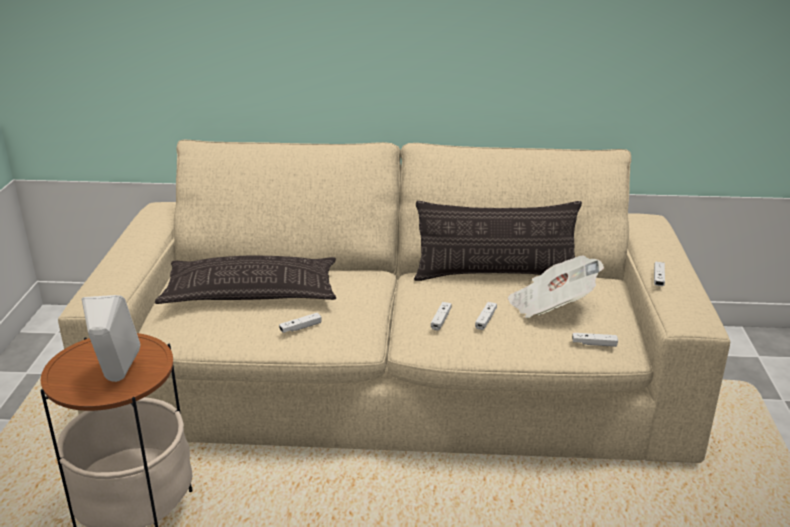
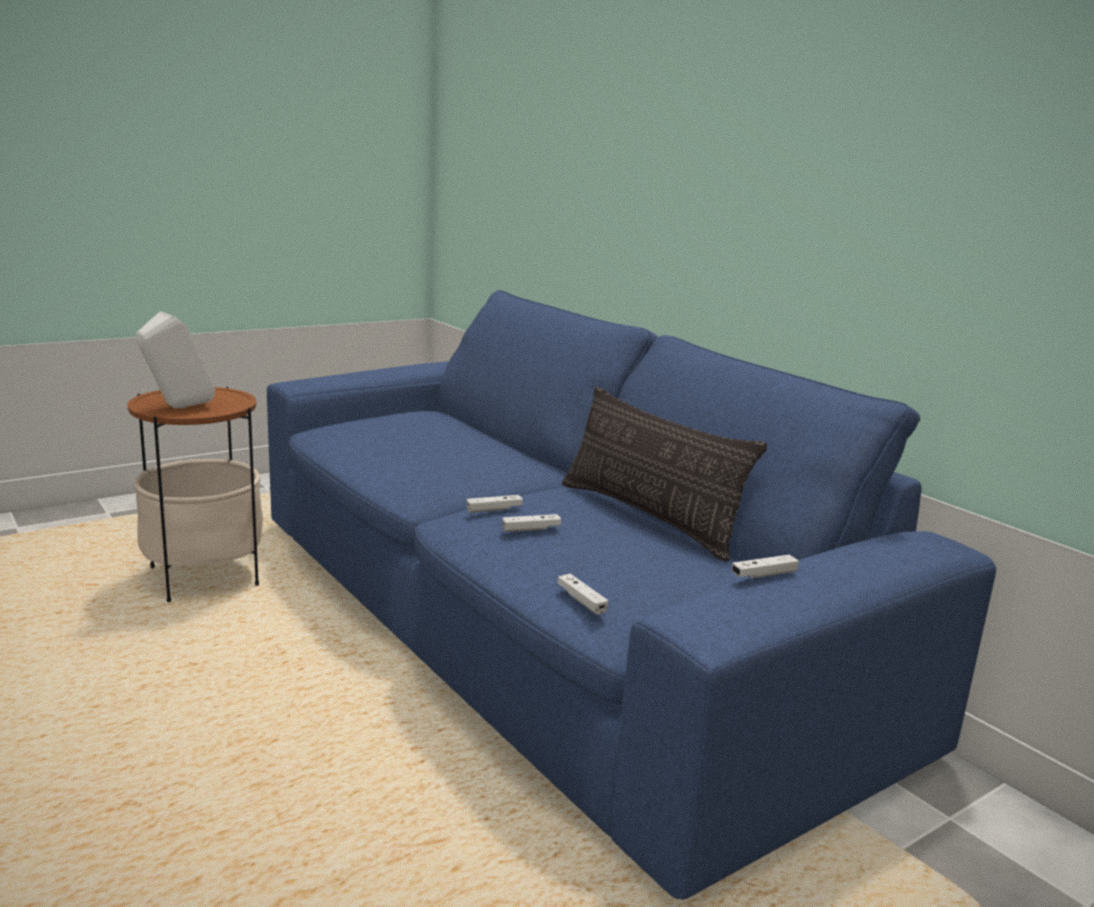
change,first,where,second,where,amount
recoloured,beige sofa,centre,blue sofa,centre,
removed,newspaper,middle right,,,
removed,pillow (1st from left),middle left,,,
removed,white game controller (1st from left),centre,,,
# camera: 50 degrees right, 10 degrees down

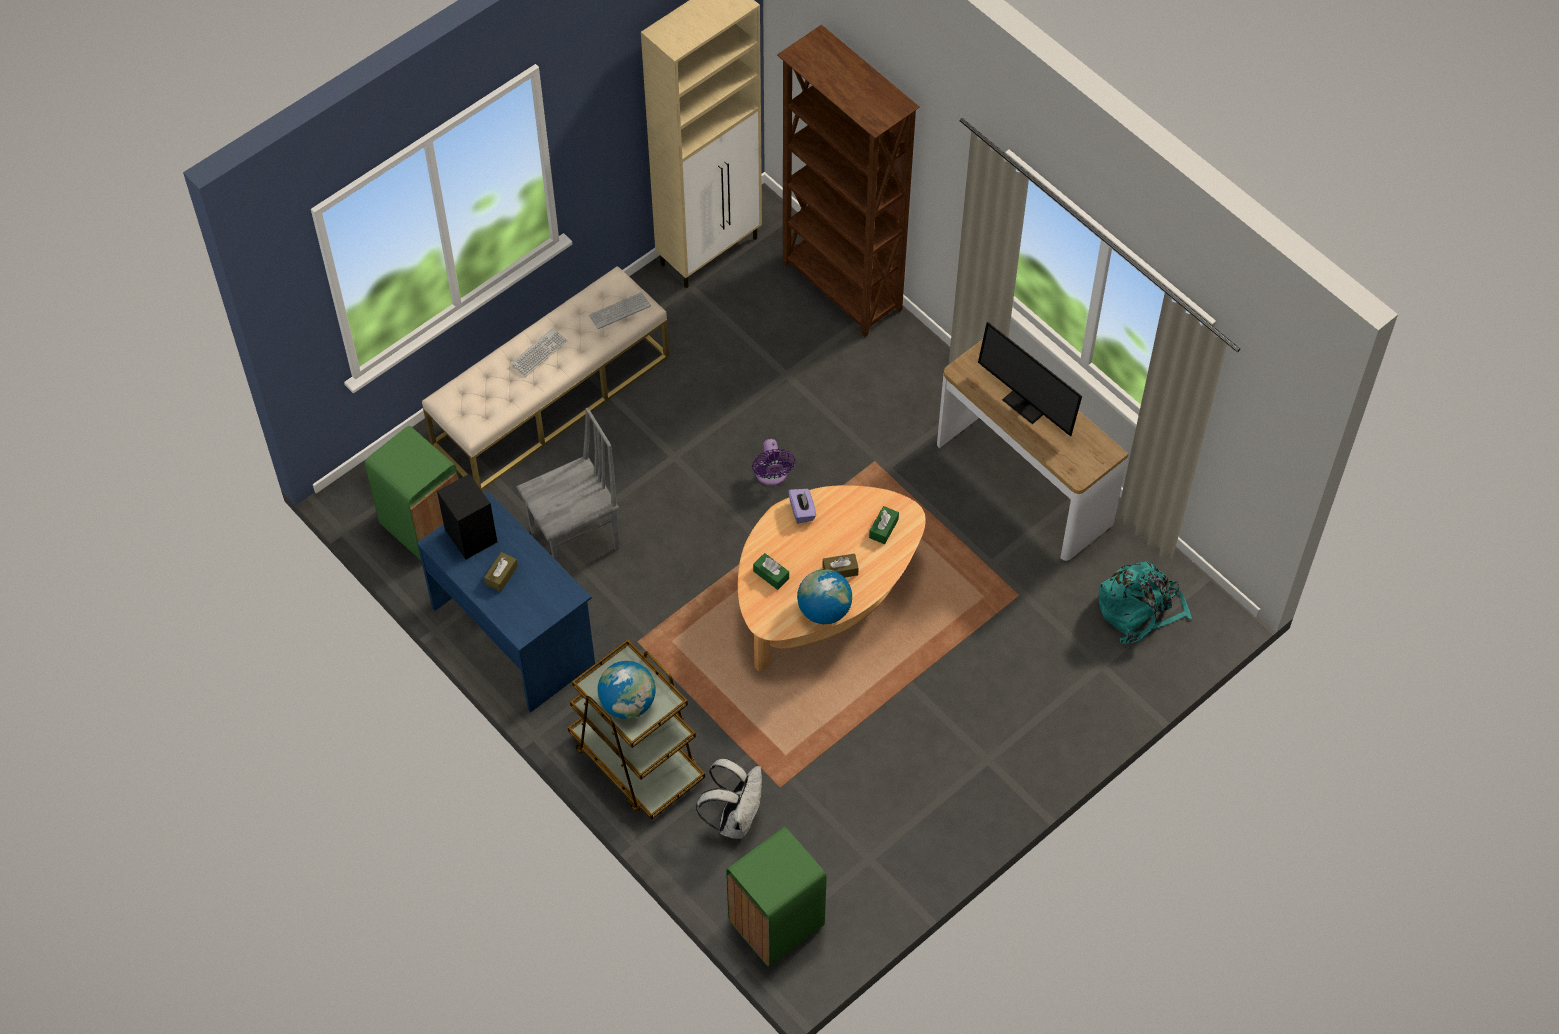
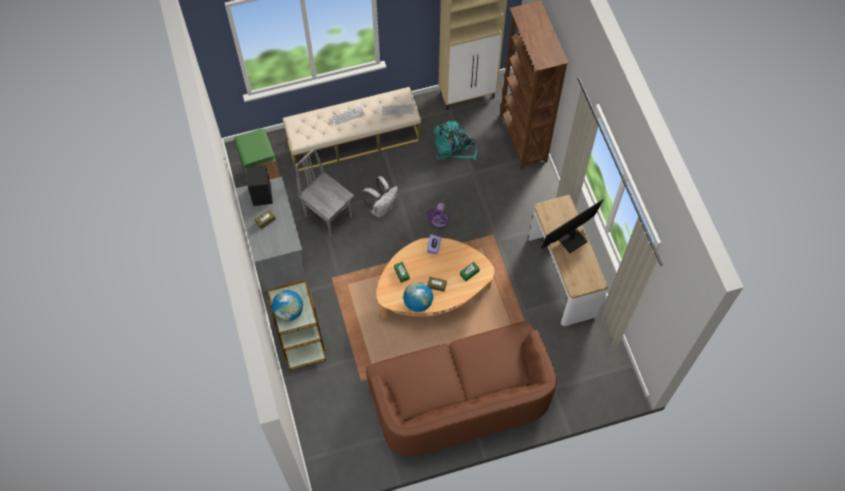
change,first,where,second,where,amount
turned,monitor,centre,,middle right,75 degrees clockwise
turned,grey chair,centre,,centre,135 degrees counterclockwise
recoloured,blue desk,middle left,grey desk,middle left,
moved,turquoise backpack,middle right,,top centre,
moved,white backpack,bottom centre,,centre,
removed,green trash can (2nd from left),bottom centre,,,
added,,,brown sofa,bottom centre,
# camera: 25 degrees right, 5 degrees up

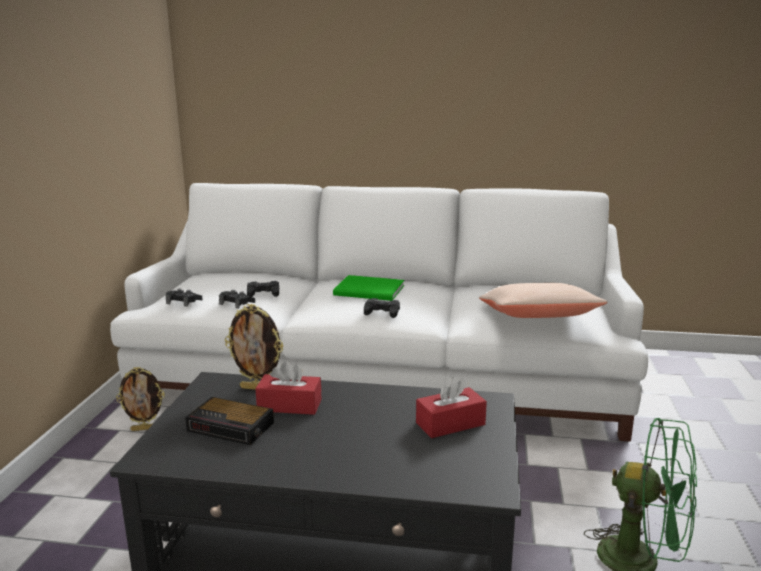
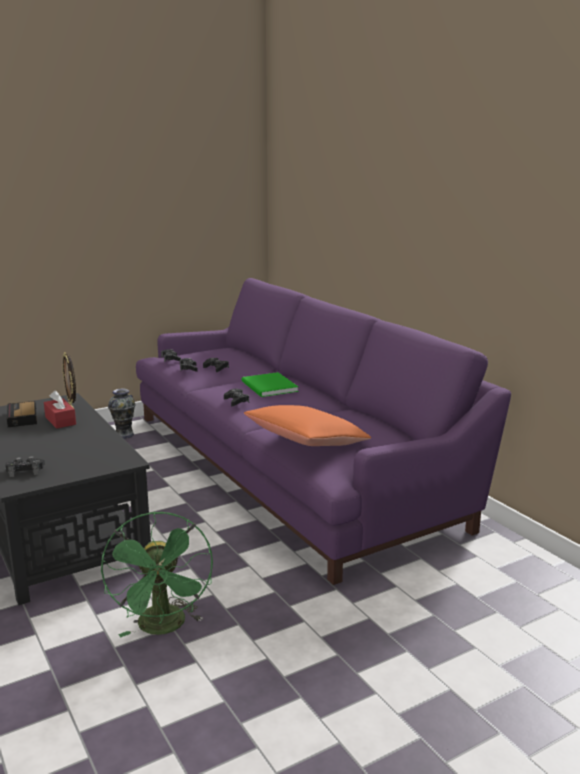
change,first,where,second,where,amount
recoloured,white sofa,centre,purple sofa,centre,
recoloured,beige pillow,middle right,orange pillow,centre,
replaced,picture frame (1st from left),bottom left,vase,middle left,
removed,red tissue box (2nd from left),bottom centre,,,
added,,,black game controller (1st from left),middle left,
# camera: 50 degrees right, 0 degrees up

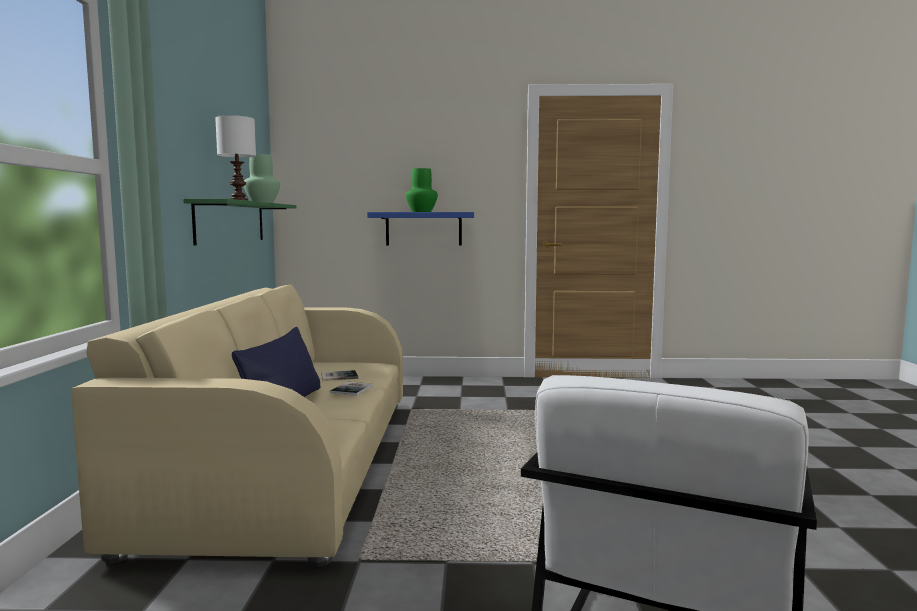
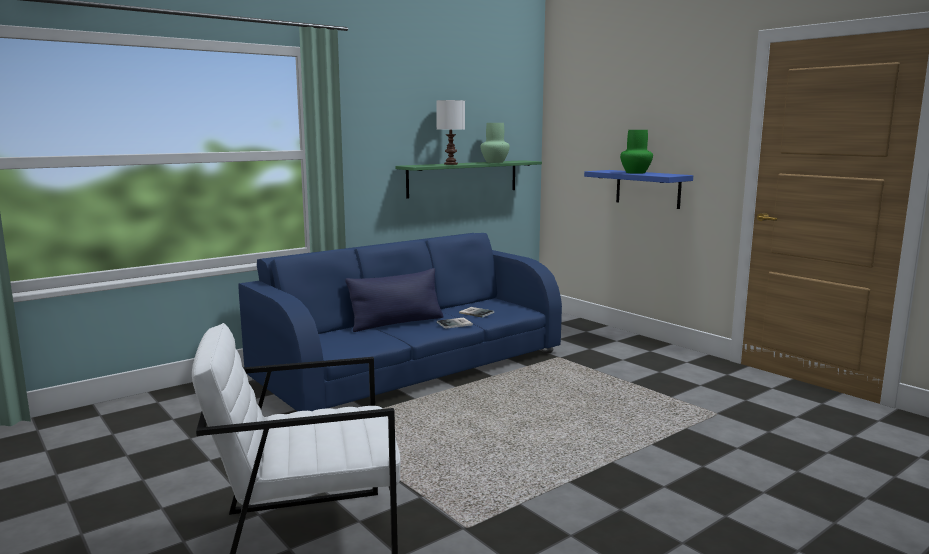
change,first,where,second,where,amount
recoloured,beige sofa,bottom left,blue sofa,centre,
# camera: 50 degrees right, 5 degrees up

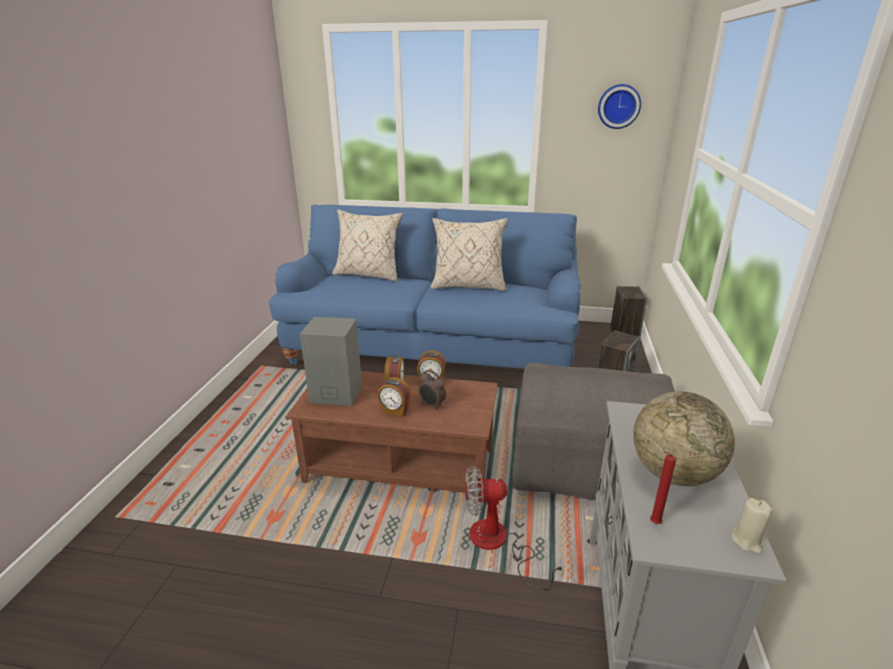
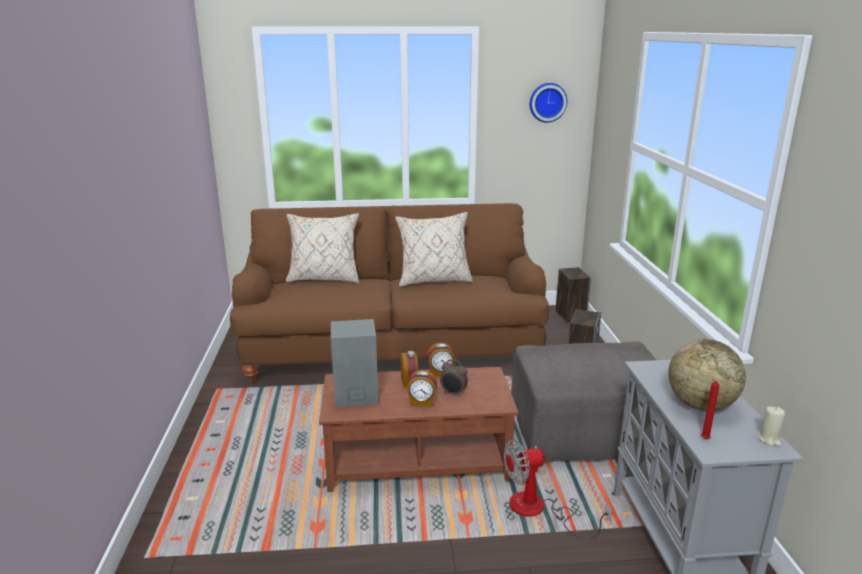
change,first,where,second,where,amount
recoloured,blue sofa,centre,brown sofa,centre,
# camera: 15 degrees left, 5 degrees down

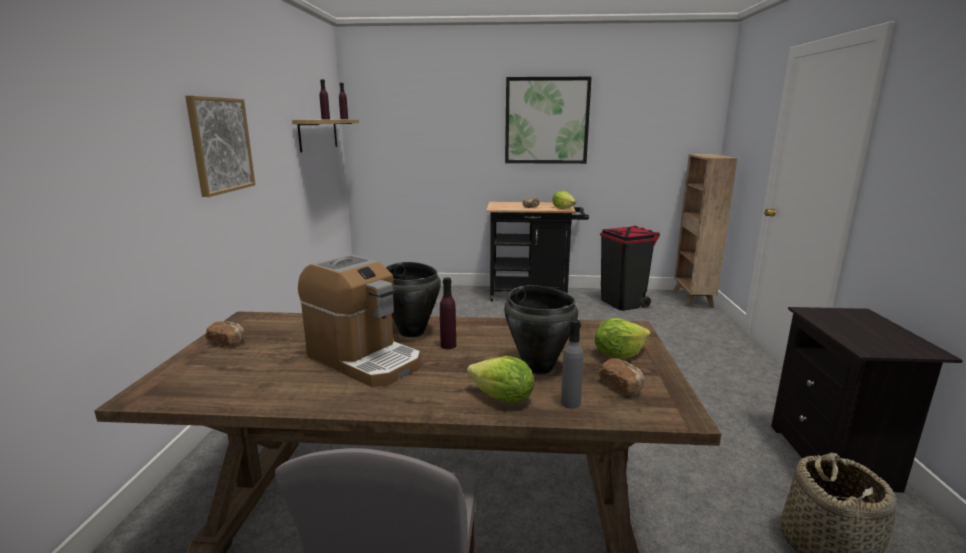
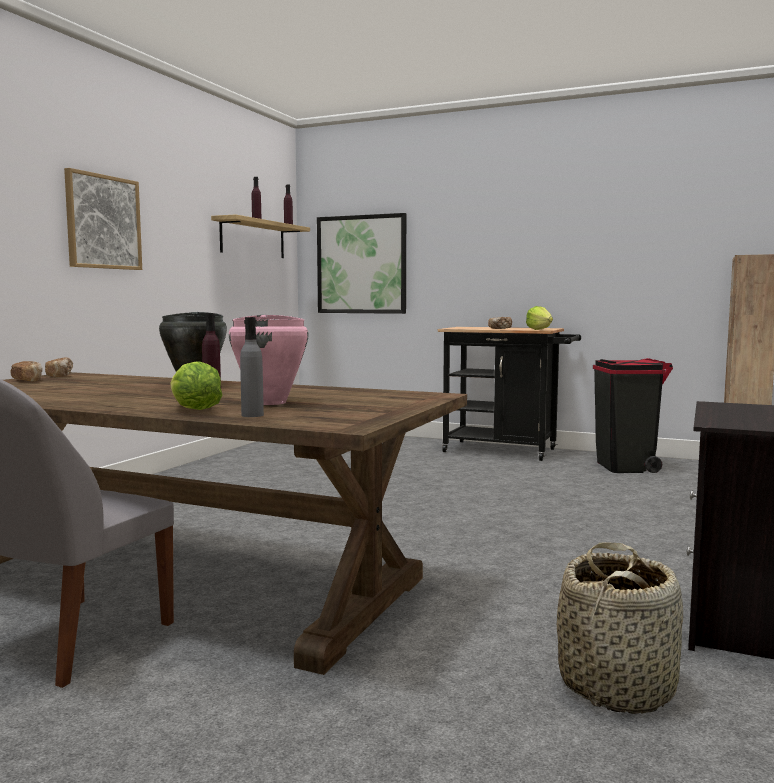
change,first,where,second,where,amount
moved,picture (2nd from left),top centre,,centre,
removed,coffee machine,centre,,,
recoloured,black cooking pot (2nd from left),centre,pink cooking pot,centre,
removed,lettuce (3rd from left),centre,,,
moved,bread (3rd from left in the first image),bottom centre,bread (2nd from left),middle left,
# camera: 20 degrees right, 10 degrees down

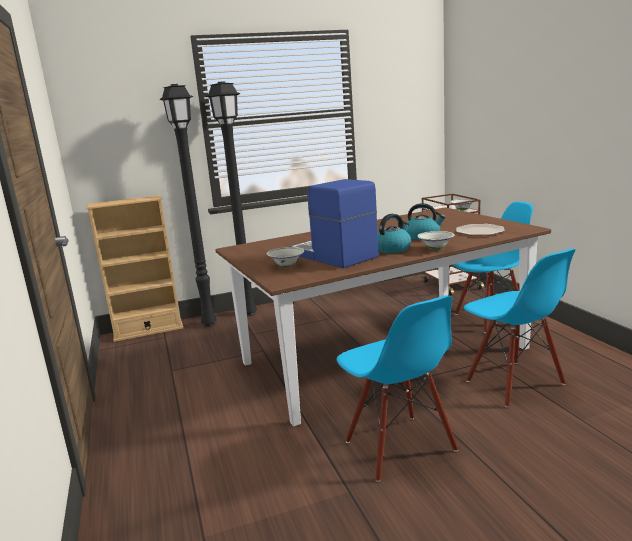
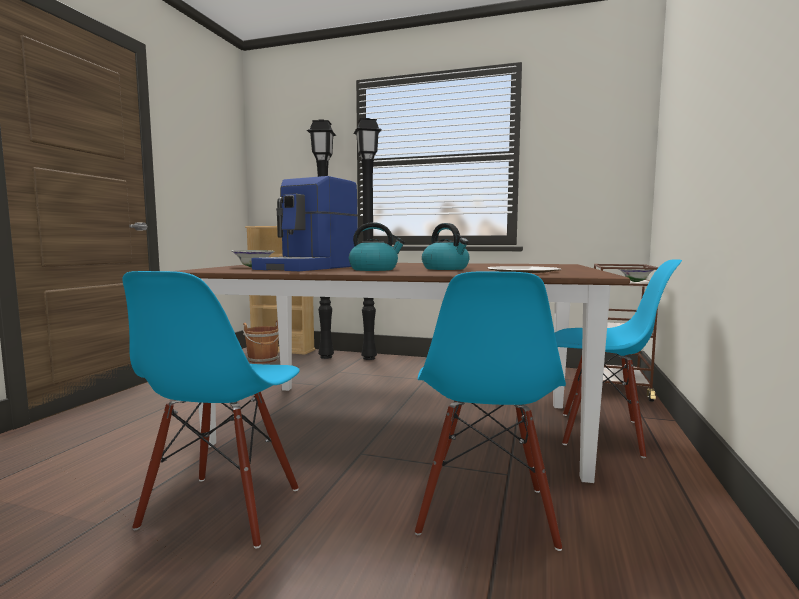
change,first,where,second,where,amount
turned,coffee machine,centre,,centre,150 degrees counterclockwise
removed,white bowl (2nd from left),middle right,,,
added,,,brown bucket,middle left,
# camera: 35 degrees right, 10 degrees down

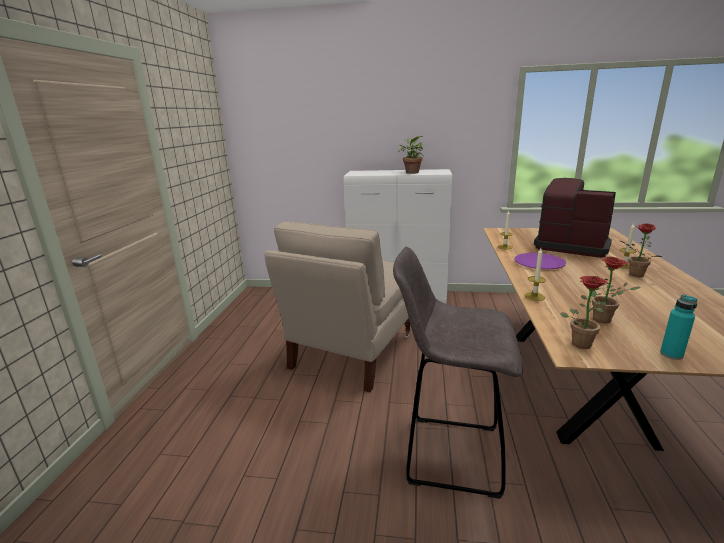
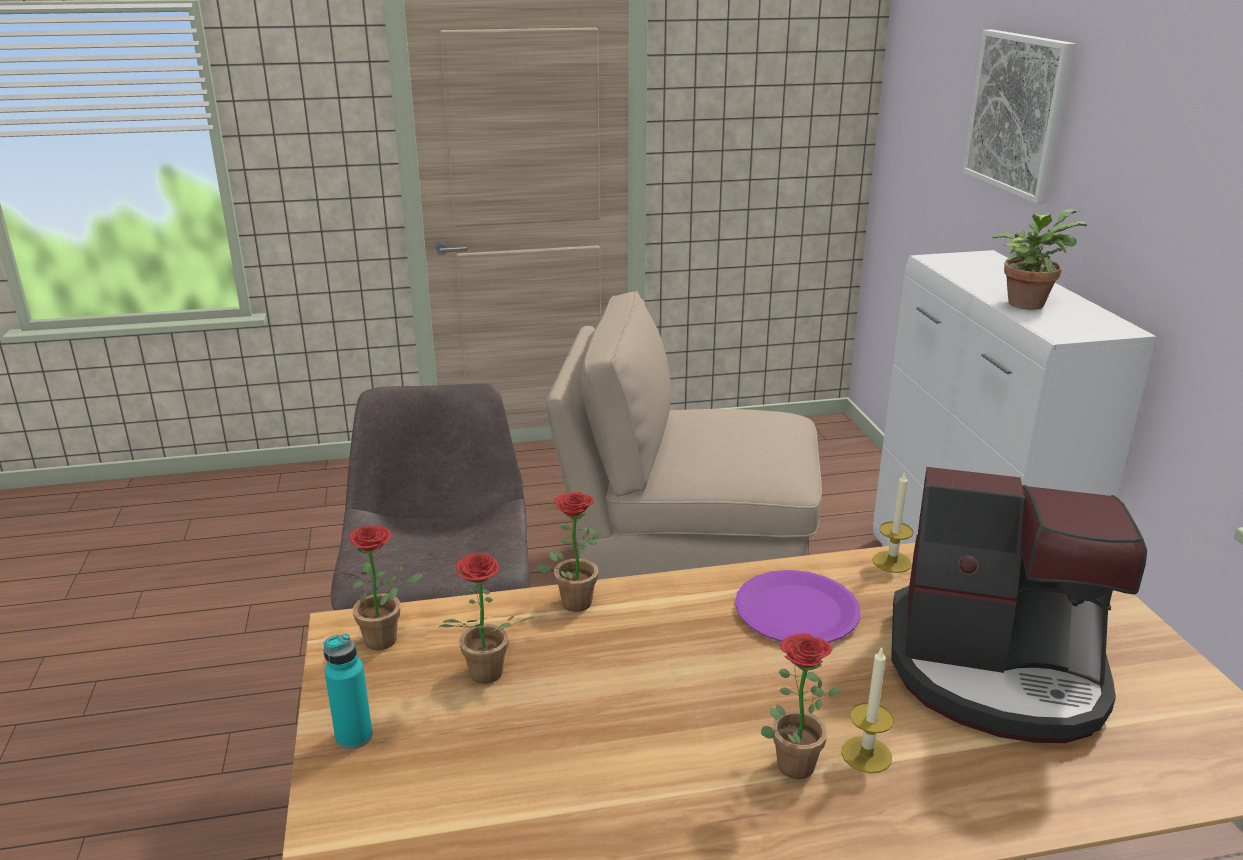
change,first,where,second,where,amount
turned,coffee machine,middle right,,bottom right,90 degrees clockwise
replaced,candle (2nd from left),middle right,potted plant (3rd from left),centre,
added,,,picture,top right,
# camera: 70 degrees right, 5 degrees up

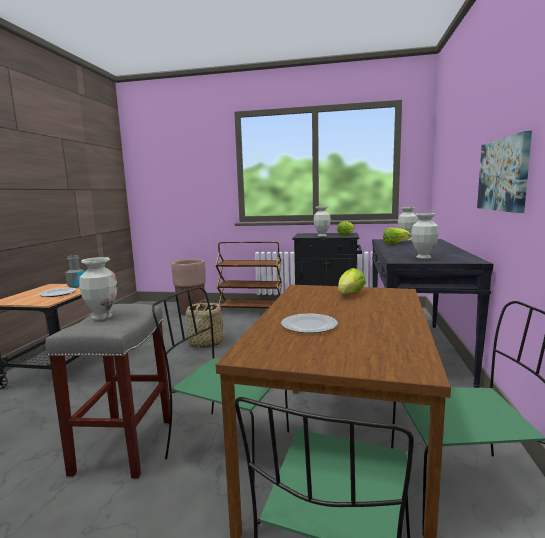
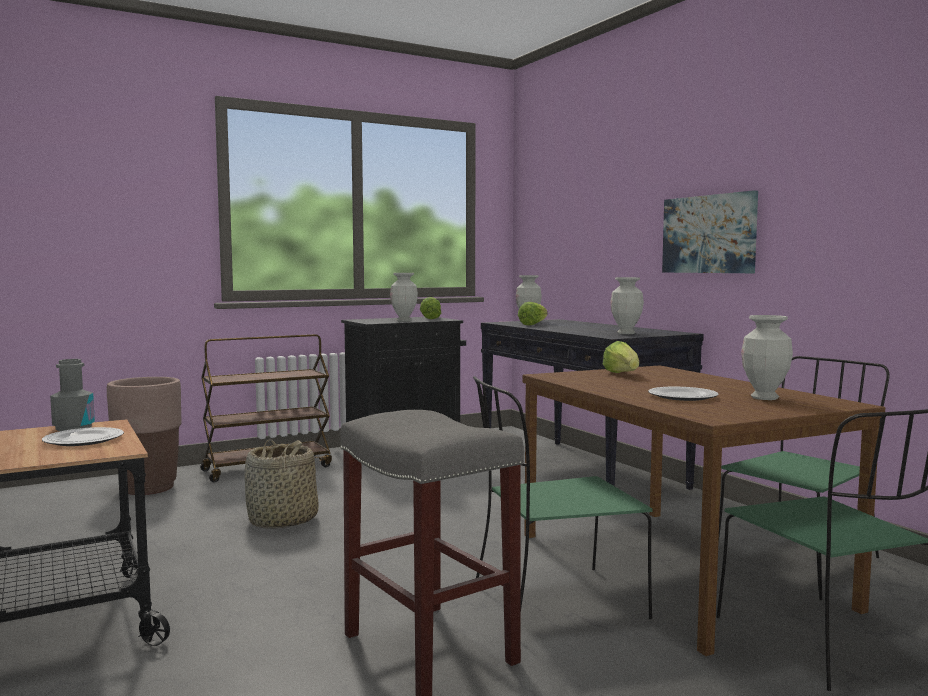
change,first,where,second,where,amount
moved,vase (1st from left in the first image),middle left,vase (4th from left),middle right,
# camera: 40 degrees left, 5 degrees down

